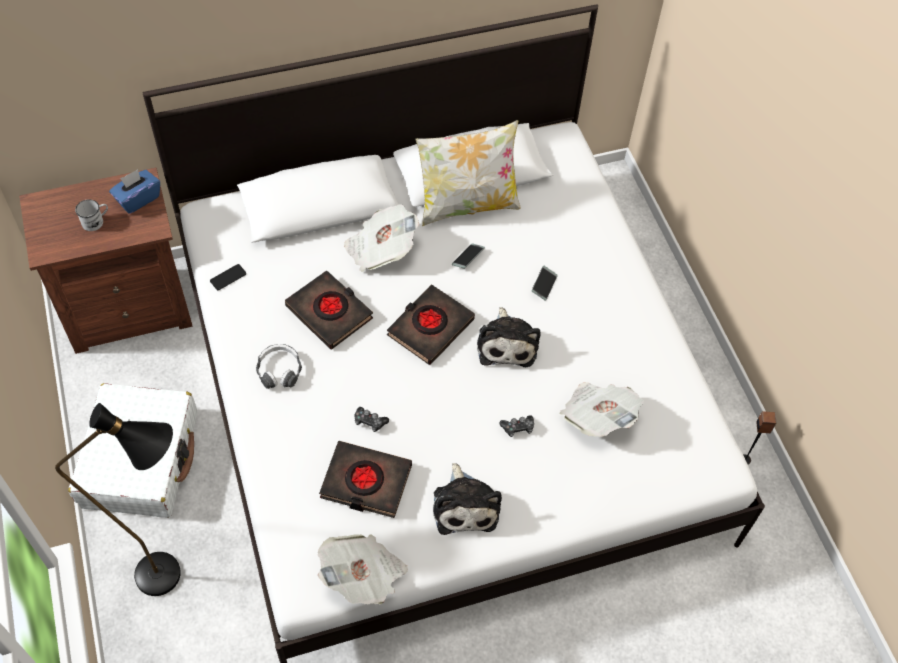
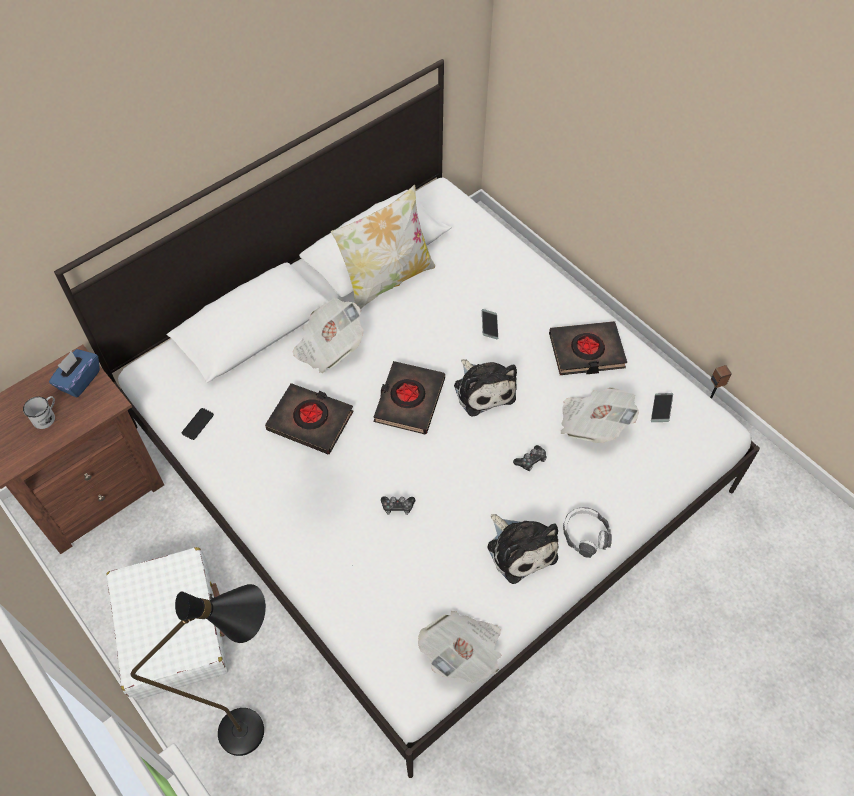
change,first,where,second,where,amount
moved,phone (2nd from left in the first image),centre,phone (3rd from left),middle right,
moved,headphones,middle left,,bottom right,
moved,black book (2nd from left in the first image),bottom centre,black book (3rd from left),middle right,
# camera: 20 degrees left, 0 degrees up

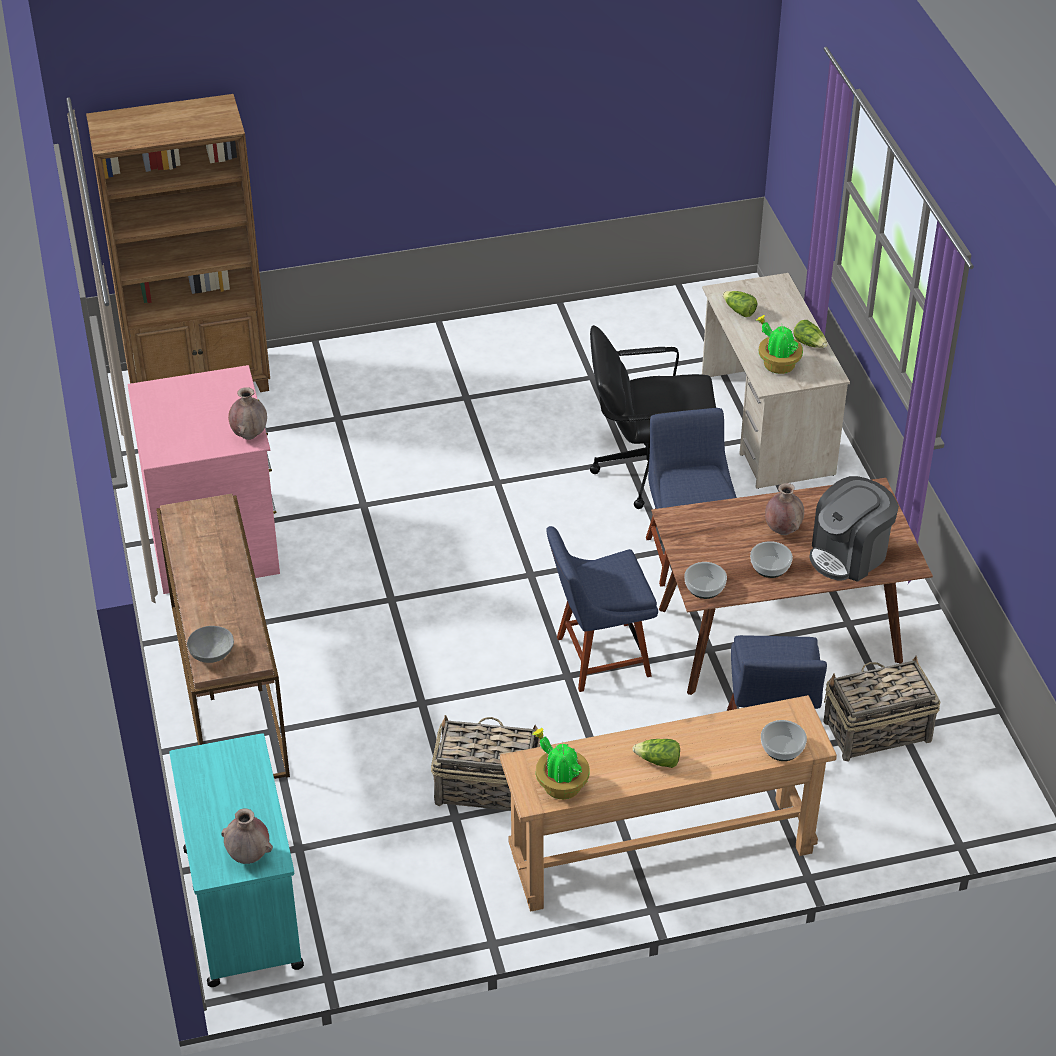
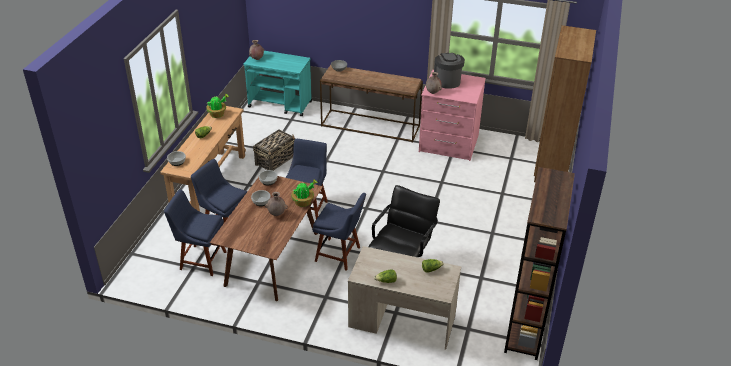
change,first,where,second,where,amount
moved,potted plant (2nd from left),top right,,centre,
moved,coffee machine,middle right,,top centre,
replaced,basket (2nd from left),bottom right,blue chair (1st from left),middle left,
added,,,brown bookcase (1st from left),bottom right,
# camera: 120 degrees right, 5 degrees down

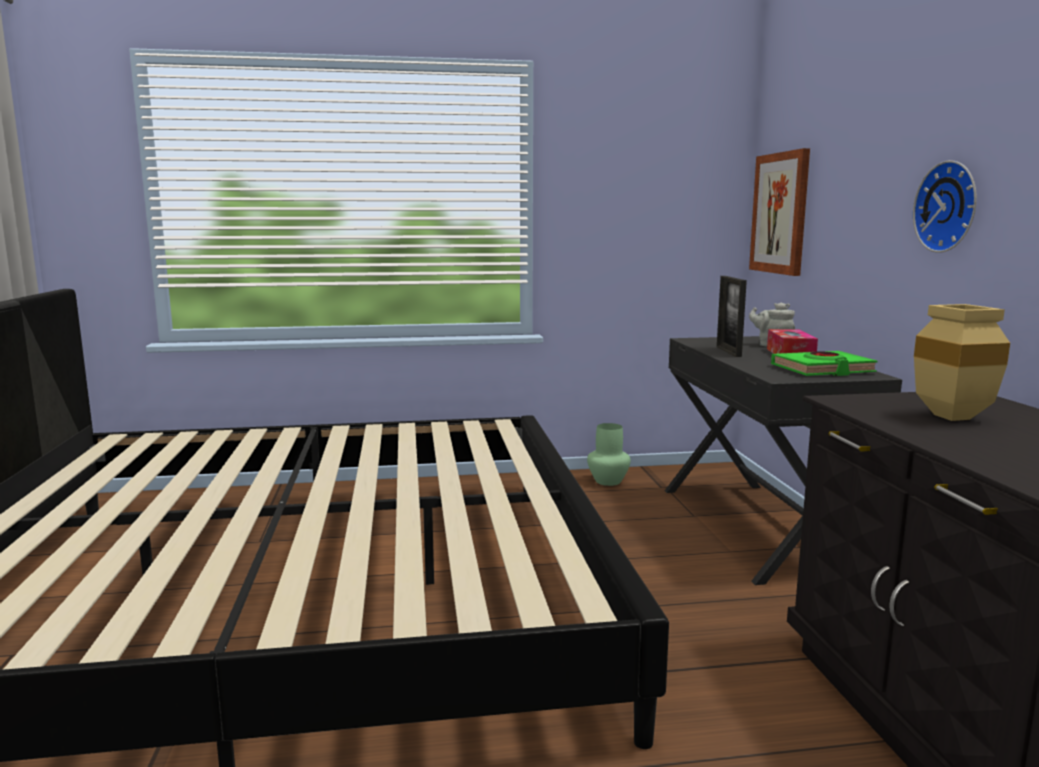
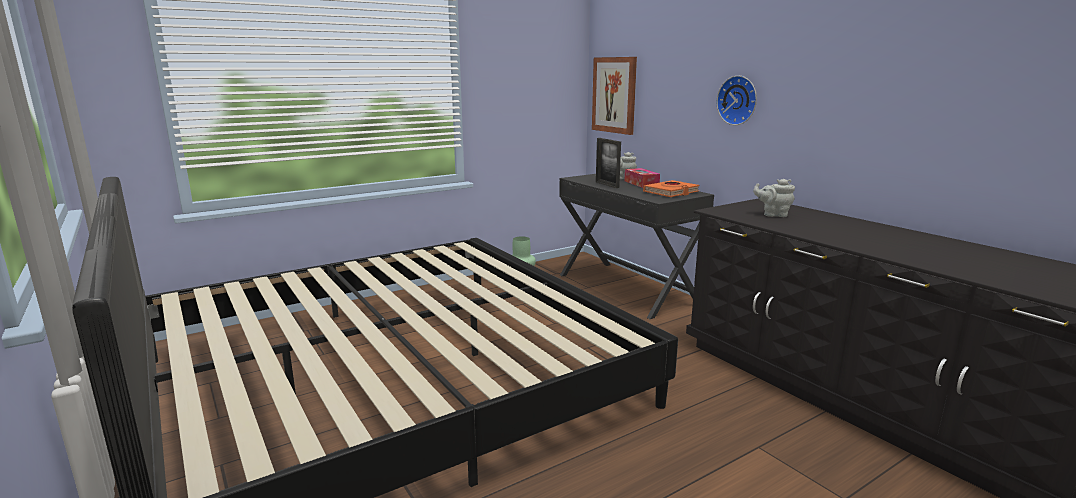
change,first,where,second,where,amount
replaced,beige vase,middle right,grey teapot (2nd from left),middle right,
recoloured,green book,middle right,orange book,centre,
# camera: 25 degrees left, 5 degrees up

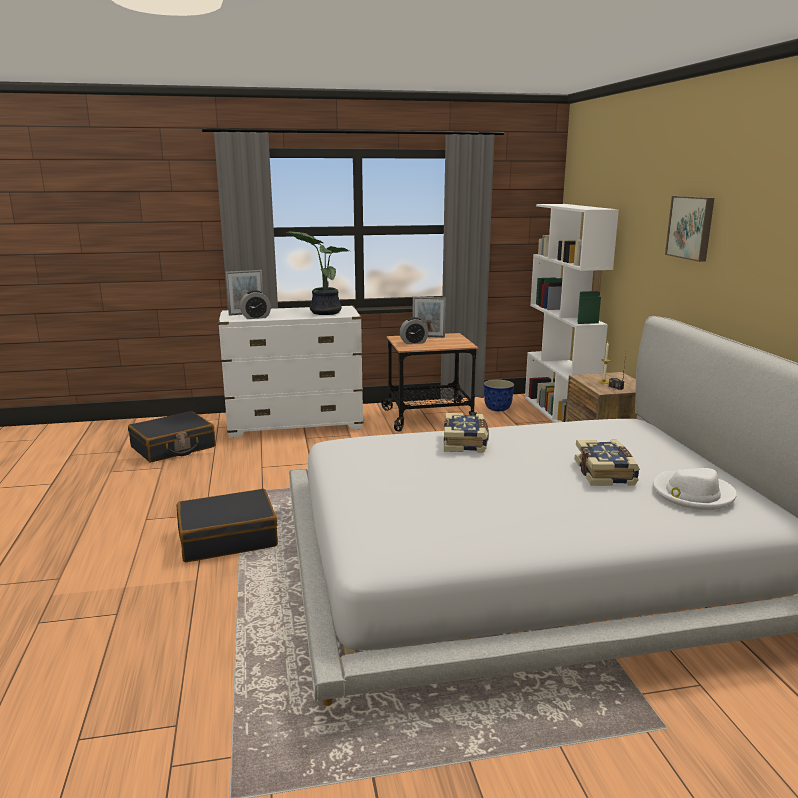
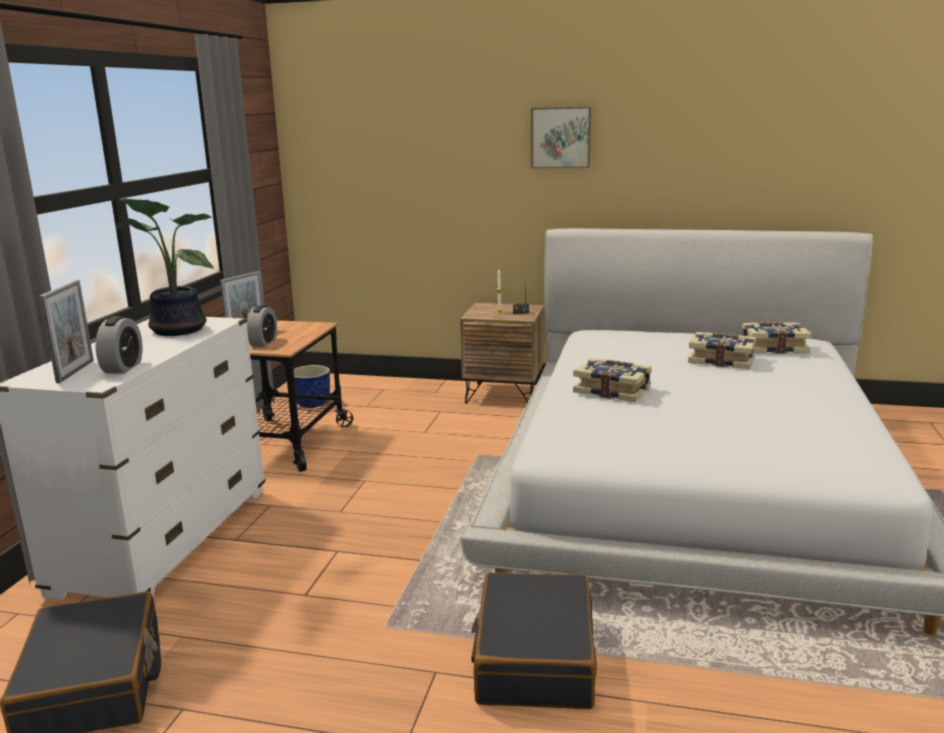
change,first,where,second,where,amount
removed,white bookcase,middle right,,,
replaced,white hat,middle right,book (3rd from left),middle right,
# camera: 65 degrees left, 0 degrees up

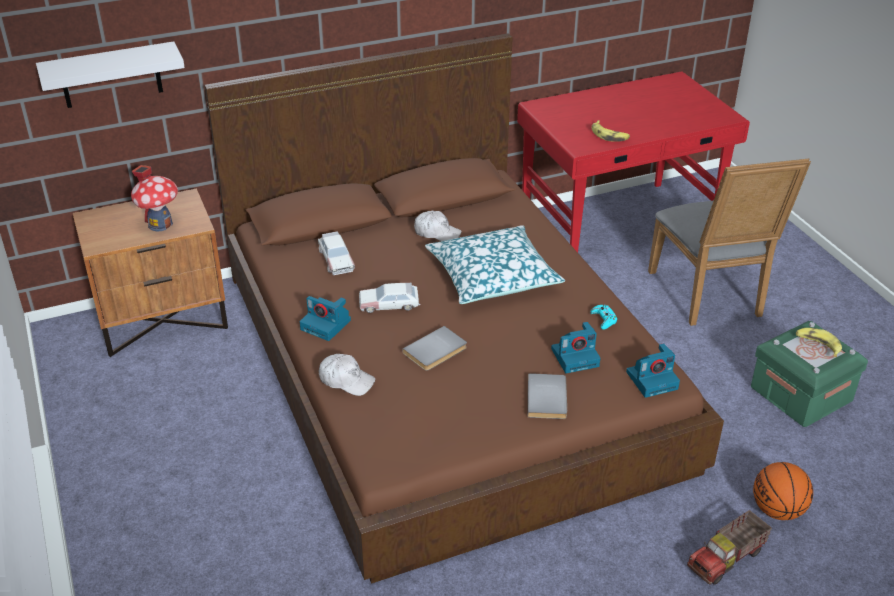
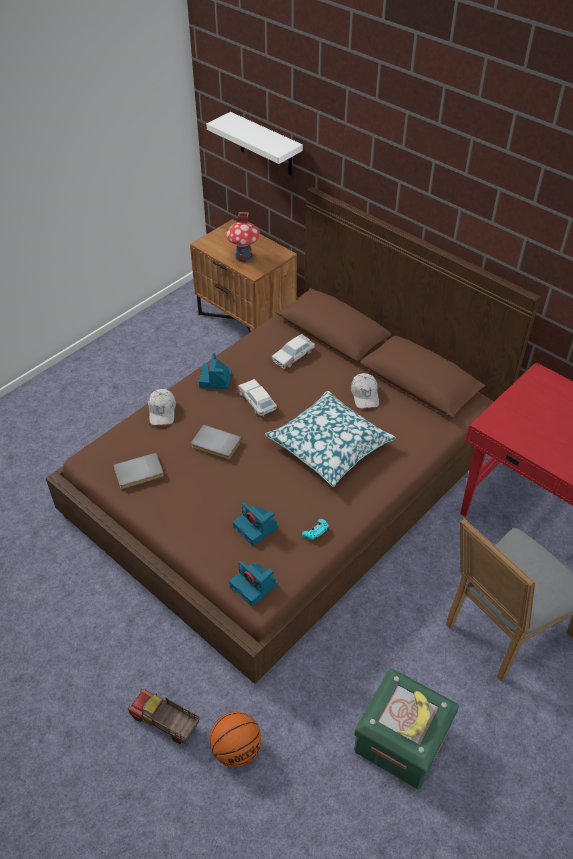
change,first,where,second,where,amount
removed,banana (1st from left),top right,,,
moved,grey book (2nd from left in the first image),centre,grey book (1st from left),middle left,
# camera: 65 degrees right, 10 degrees up

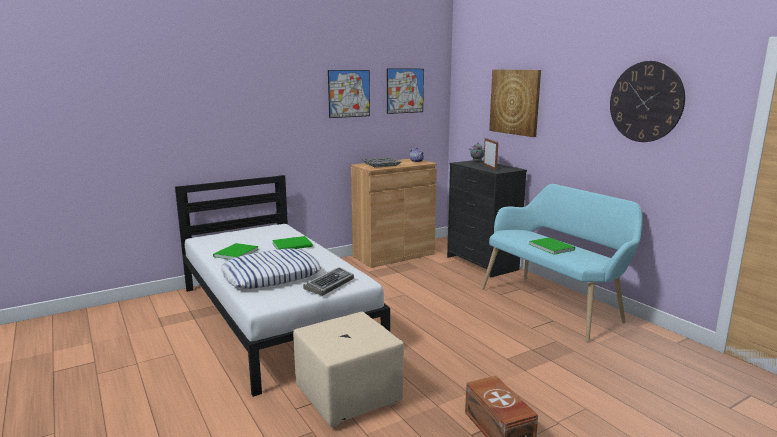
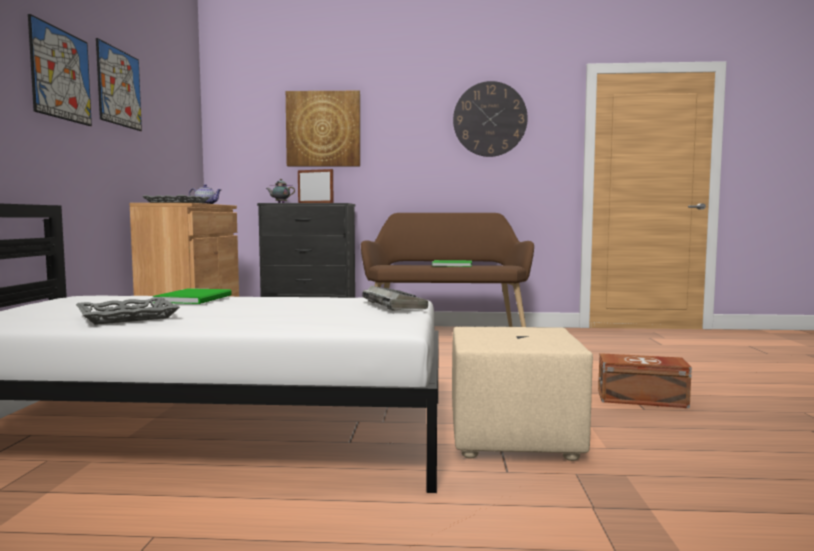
change,first,where,second,where,amount
moved,picture (2nd from left in the first image),top centre,picture (1st from left),top left,
recoloured,turquoise bench,middle right,brown bench,centre,
replaced,green book (1st from left),middle left,grey tray (1st from left),middle left,
removed,pillow,centre,,,
# camera: 55 degrees left, 10 degrees down

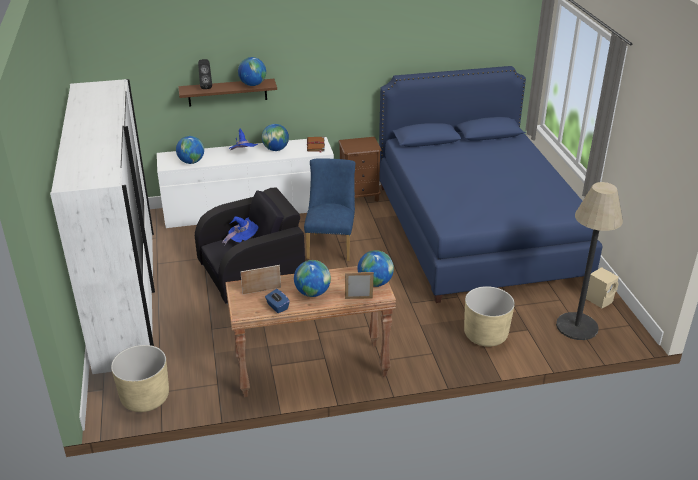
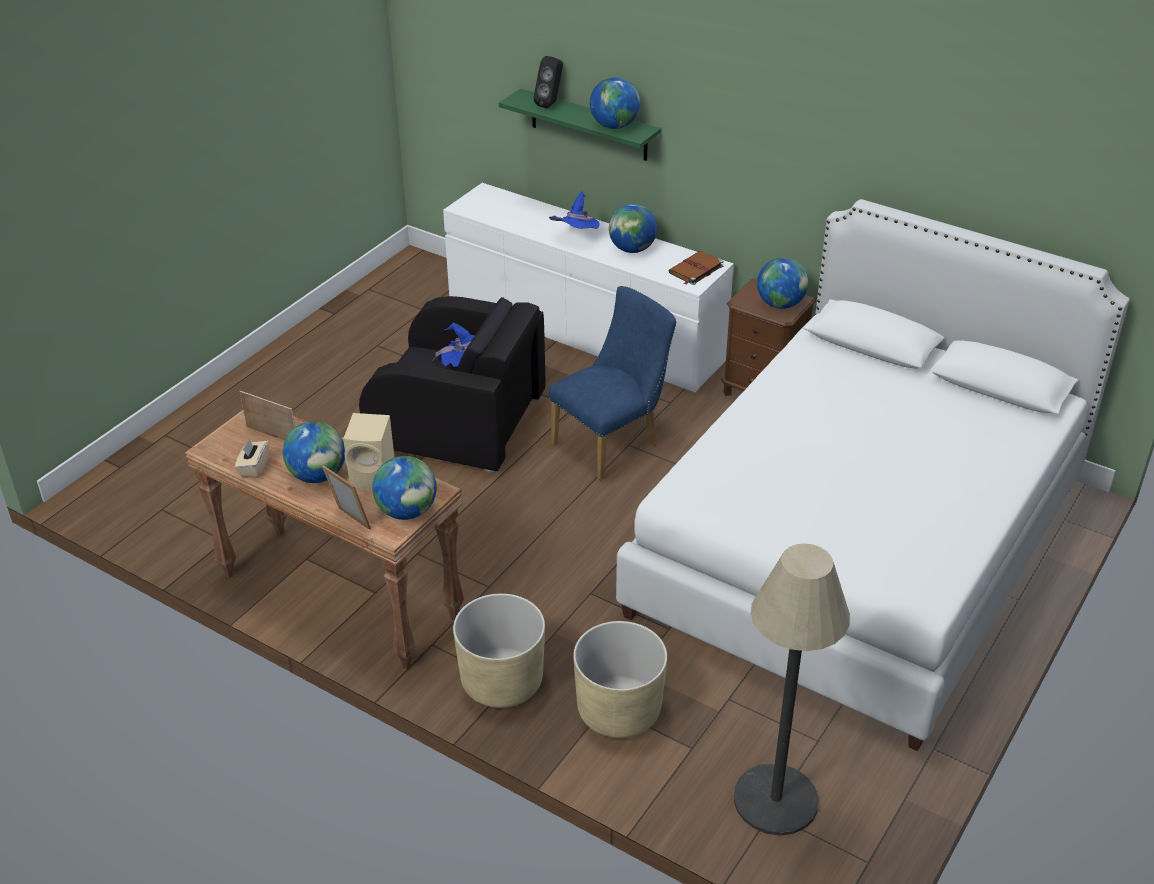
change,first,where,second,where,amount
recoloured,blue bed,middle right,white bed,middle right,
removed,white wardrobe,middle left,,,
recoloured,brown shelf,top left,green shelf,top centre,
moved,globe (1st from left in the first image),top left,globe (5th from left),top right,
moved,beige speaker,middle right,,middle left,
recoloured,blue tissue box,centre,beige tissue box,middle left,
moved,beige planter (1st from left),bottom left,,bottom centre,
# camera: 45 degrees right, 5 degrees up

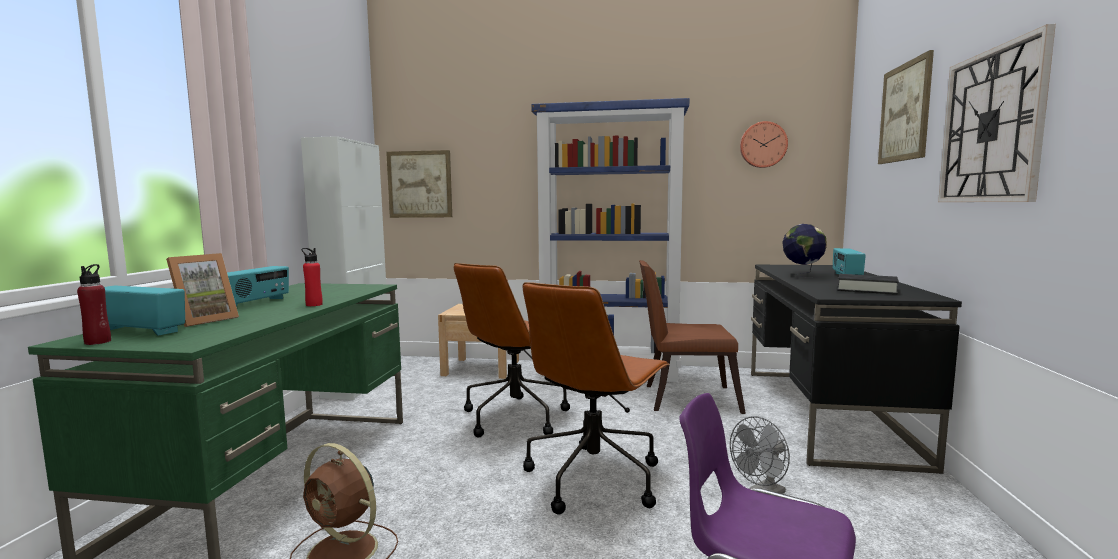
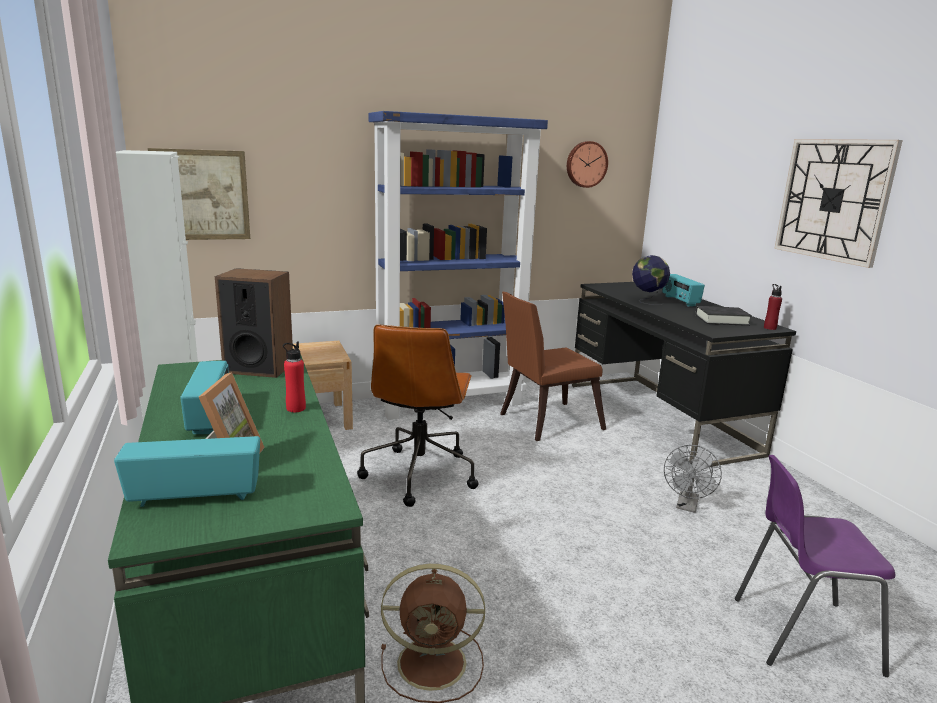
change,first,where,second,where,amount
removed,picture (2nd from left),top right,,,
moved,red bottle (1st from left in the first image),middle left,red bottle (2nd from left),middle right,
removed,brown office chair (2nd from left),bottom centre,,,
added,,,speaker,middle left,
# camera: 30 degrees left, 10 degrees up

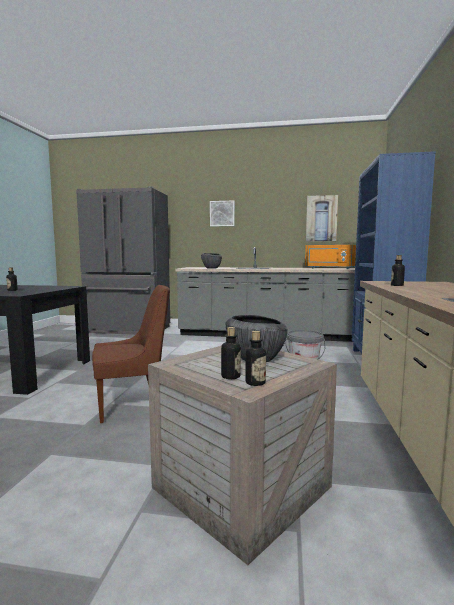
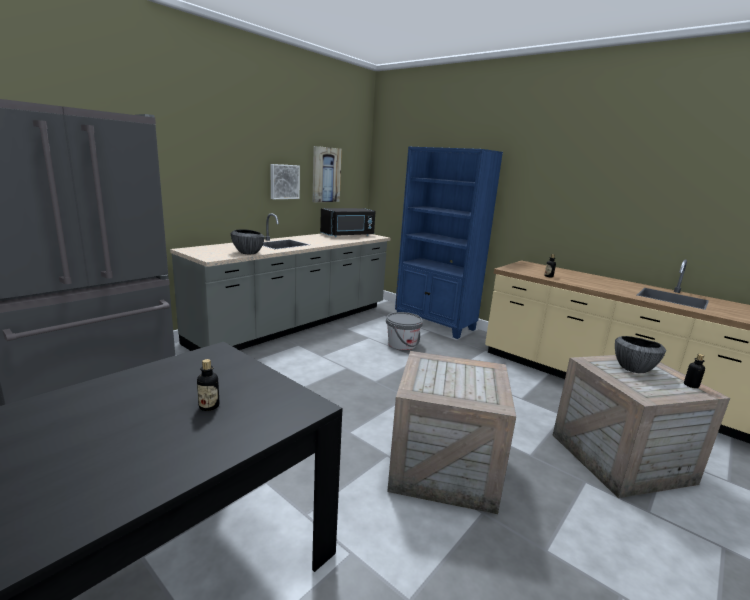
change,first,where,second,where,amount
moved,picture (1st from left),centre,,top centre,
recoloured,orange microwave,middle right,black microwave,centre,
replaced,brown chair,middle left,crate (1st from left),bottom centre,
removed,bottle (2nd from left),centre,,,
# camera: 60 degrees left, 10 degrees up

